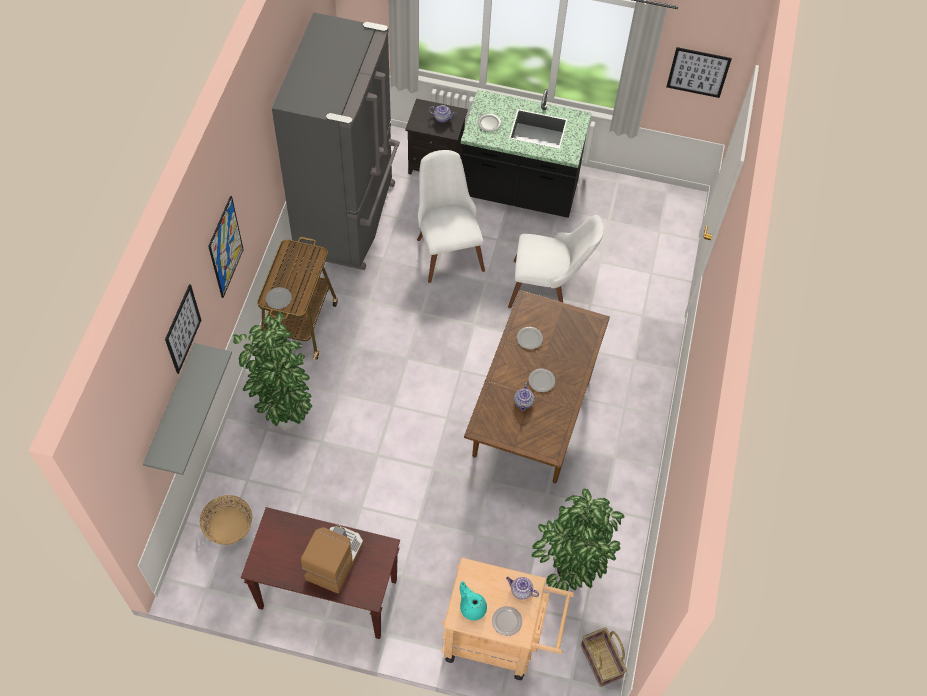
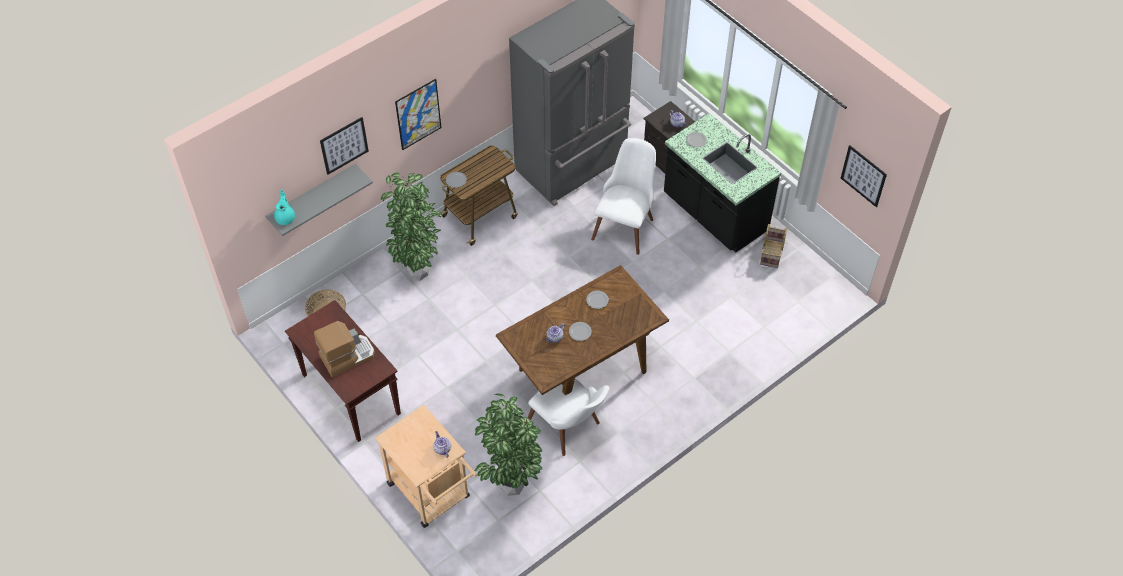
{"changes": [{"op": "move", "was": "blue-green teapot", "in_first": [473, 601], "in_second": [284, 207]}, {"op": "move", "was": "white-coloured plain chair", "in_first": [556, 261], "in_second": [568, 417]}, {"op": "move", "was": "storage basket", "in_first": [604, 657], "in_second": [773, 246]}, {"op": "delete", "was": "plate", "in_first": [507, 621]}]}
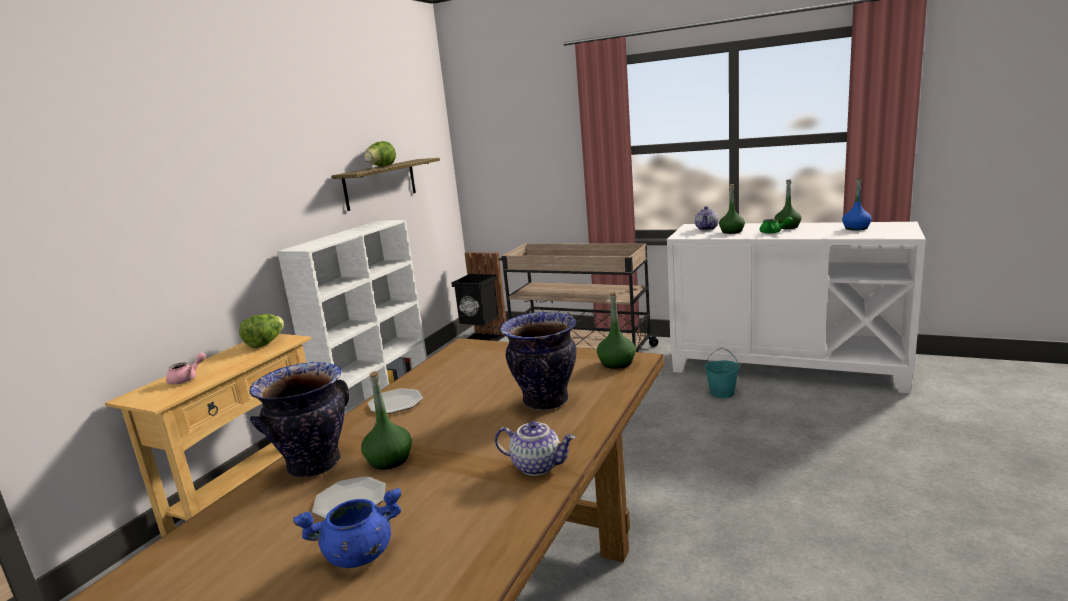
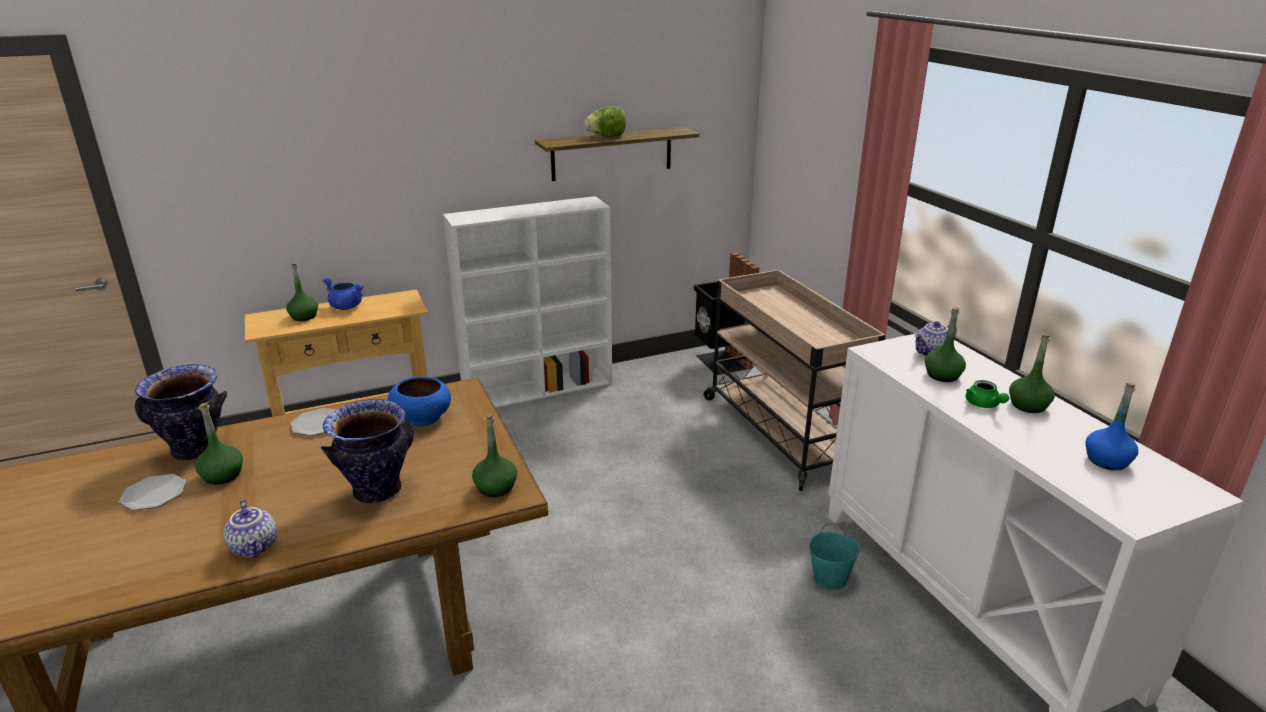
{"changes": [{"op": "replace", "was": "pink teapot", "now": "greenish drink bottle", "in_first": [186, 368], "in_second": [302, 292]}, {"op": "move", "was": "blue-coloured stockpot", "in_first": [347, 528], "in_second": [343, 294]}, {"op": "insert", "now": "blue-coloured serving bowl", "in_second": [419, 401]}, {"op": "delete", "was": "lettuce", "in_first": [261, 331]}]}
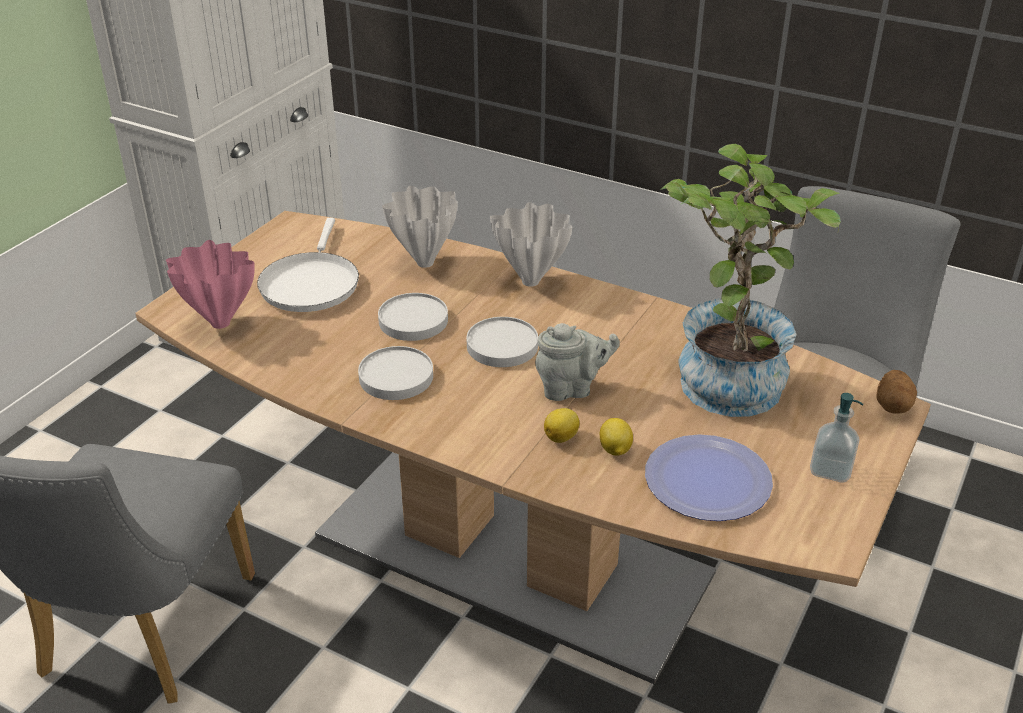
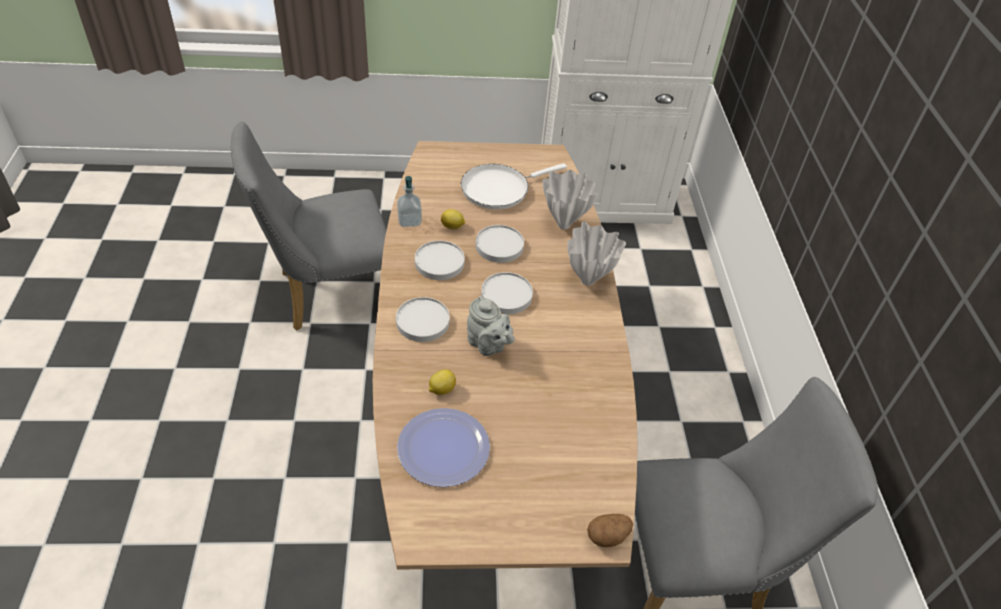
{"changes": [{"op": "insert", "now": "white-coloured plate", "in_second": [423, 319]}, {"op": "move", "was": "soap dispenser", "in_first": [836, 438], "in_second": [409, 201]}, {"op": "move", "was": "whole lemon", "in_first": [562, 425], "in_second": [453, 219]}, {"op": "delete", "was": "pink flower vase", "in_first": [210, 284]}, {"op": "delete", "was": "potted plant", "in_first": [750, 280]}]}
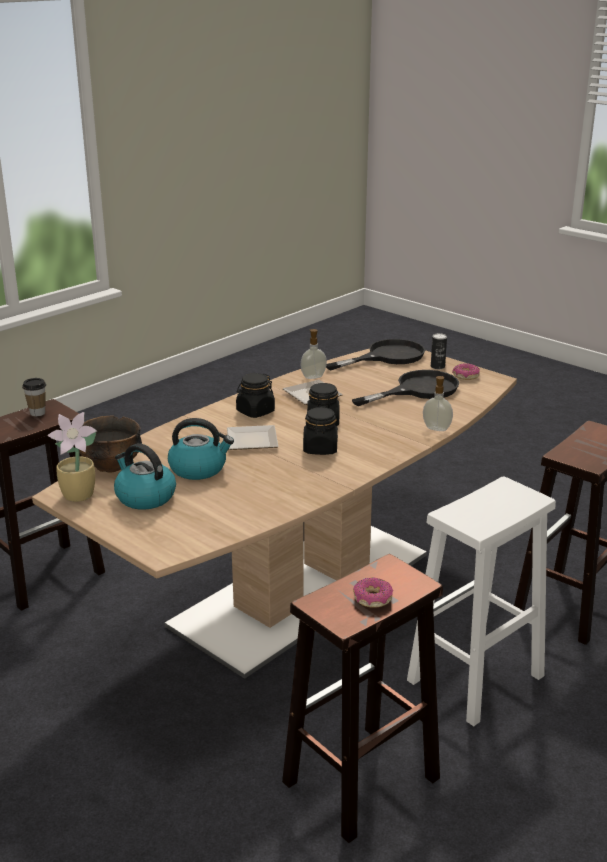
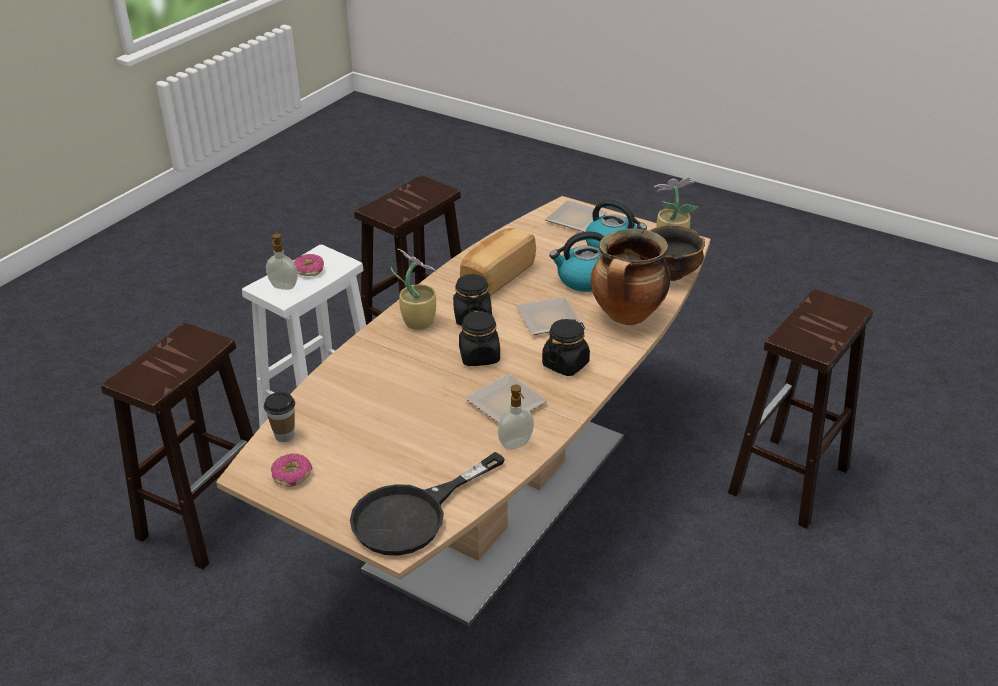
{"changes": [{"op": "move", "was": "cup", "in_first": [34, 397], "in_second": [279, 417]}, {"op": "move", "was": "soap dispenser", "in_first": [438, 403], "in_second": [282, 262]}, {"op": "move", "was": "ring doughnut", "in_first": [373, 593], "in_second": [309, 265]}, {"op": "insert", "now": "potted plant", "in_second": [414, 289]}, {"op": "insert", "now": "bread", "in_second": [498, 262]}, {"op": "insert", "now": "plate", "in_second": [576, 216]}, {"op": "insert", "now": "stockpot", "in_second": [630, 277]}, {"op": "delete", "was": "blackish frying pan", "in_first": [405, 388]}, {"op": "delete", "was": "can", "in_first": [439, 351]}]}
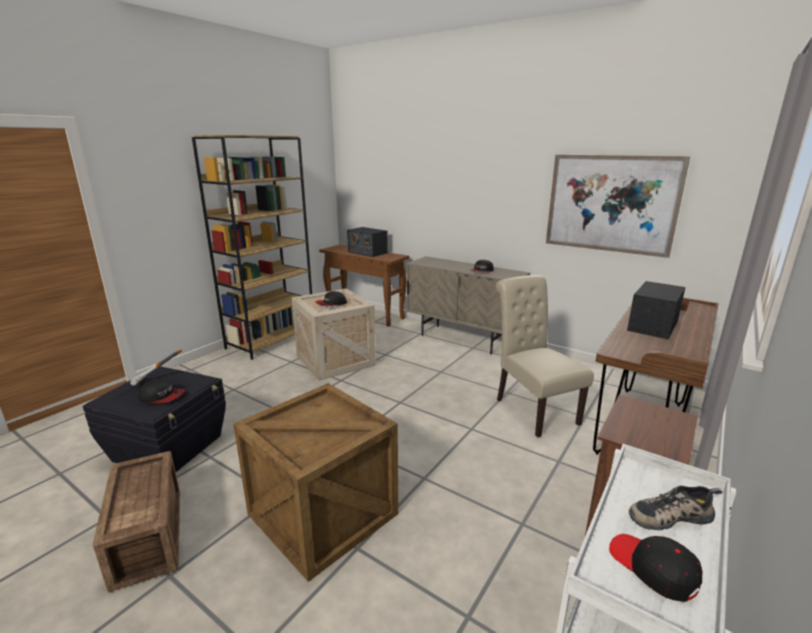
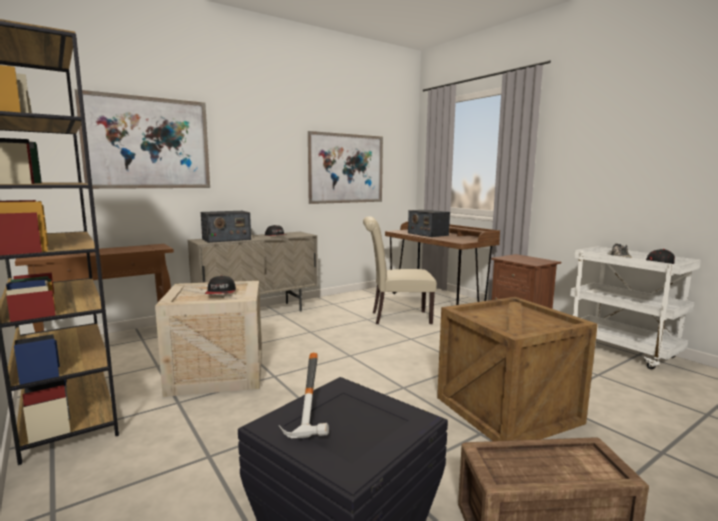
{"changes": [{"op": "insert", "now": "wall art", "in_second": [142, 139]}, {"op": "move", "was": "radio receiver", "in_first": [367, 242], "in_second": [226, 227]}, {"op": "delete", "was": "cap", "in_first": [161, 391]}]}
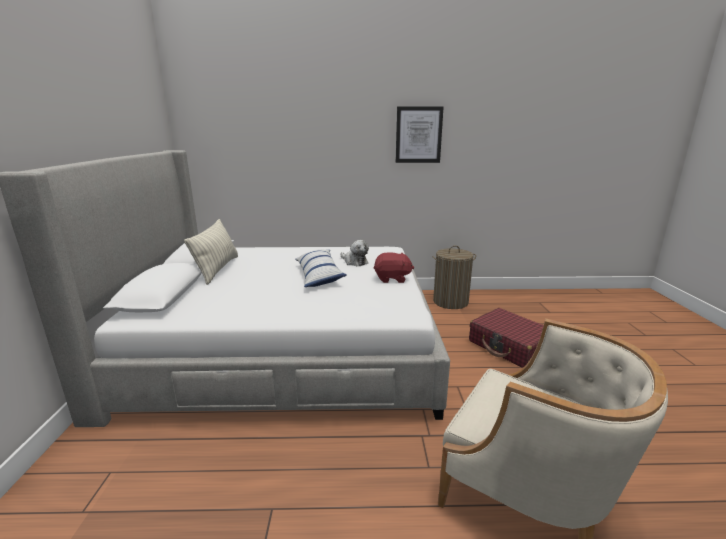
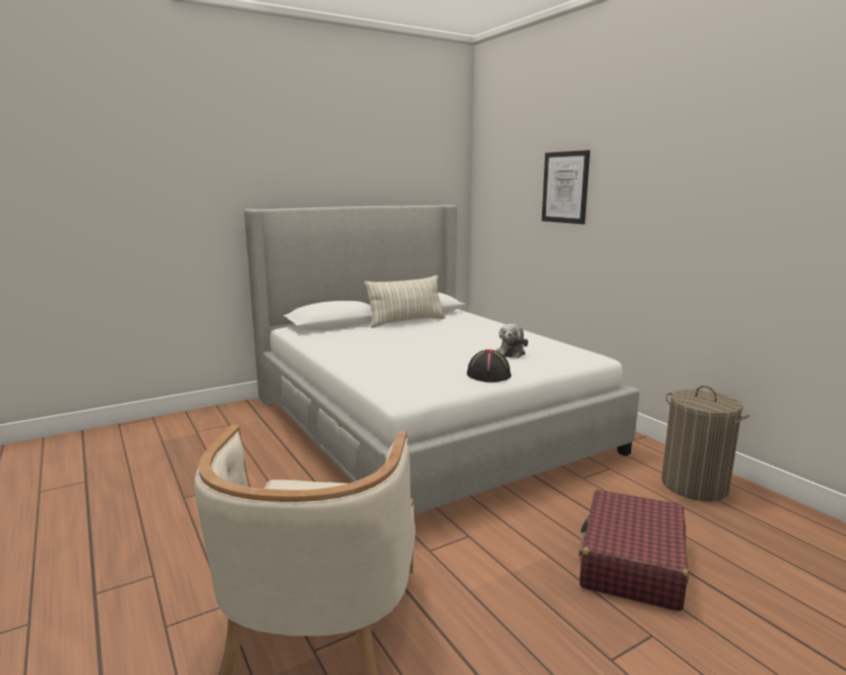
{"changes": [{"op": "replace", "was": "red-coloured plush toy", "now": "blackish hat", "in_first": [394, 267], "in_second": [489, 365]}, {"op": "move", "was": "wall art", "in_first": [420, 134], "in_second": [566, 187]}, {"op": "delete", "was": "throw pillow", "in_first": [321, 268]}]}
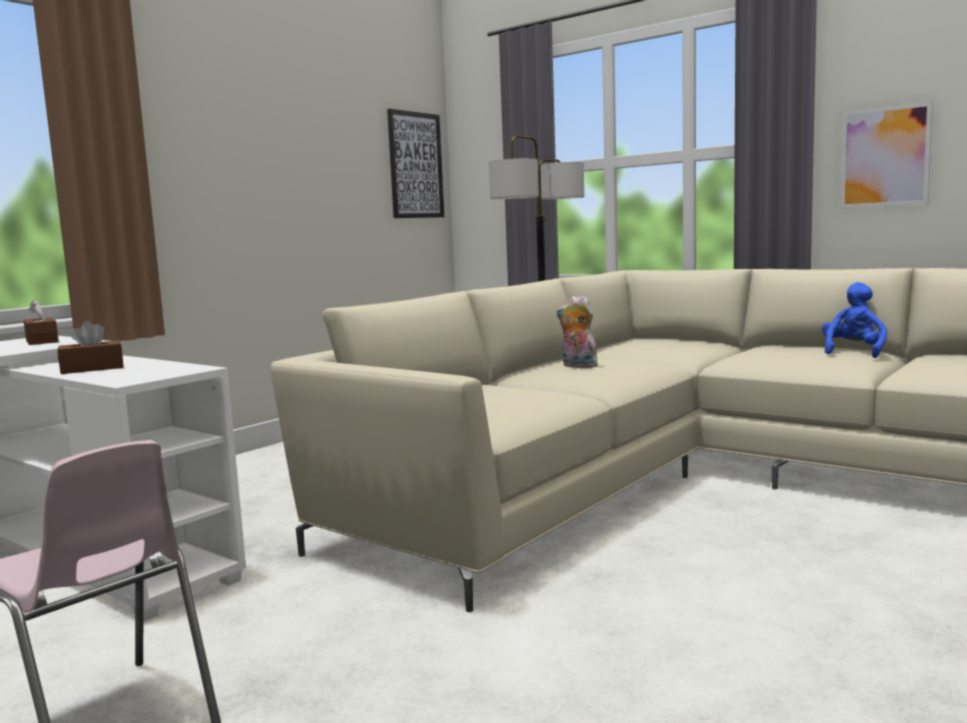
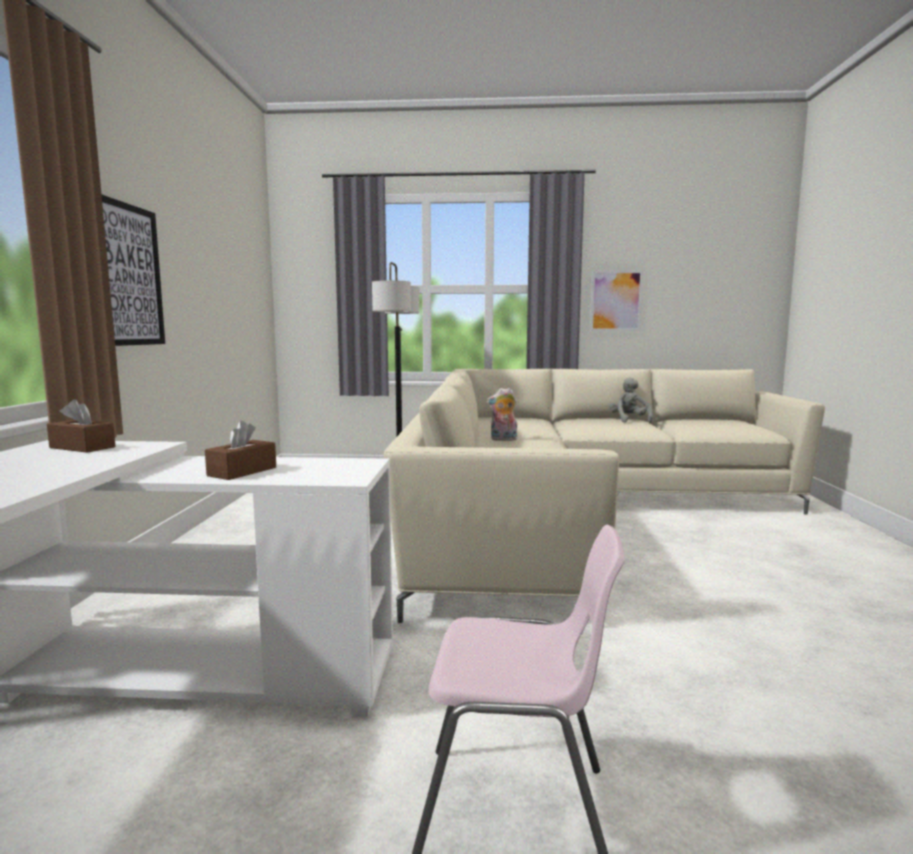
{"changes": [{"op": "move", "was": "wall art", "in_first": [415, 163], "in_second": [133, 270]}, {"op": "recolor", "was": "blue-coloured plush toy", "now": "gray plush toy", "in_first": [854, 320], "in_second": [631, 400]}]}
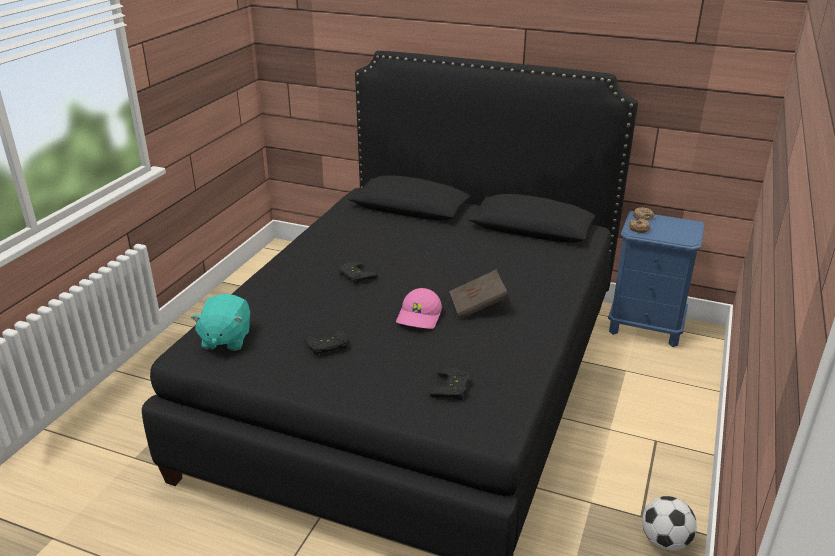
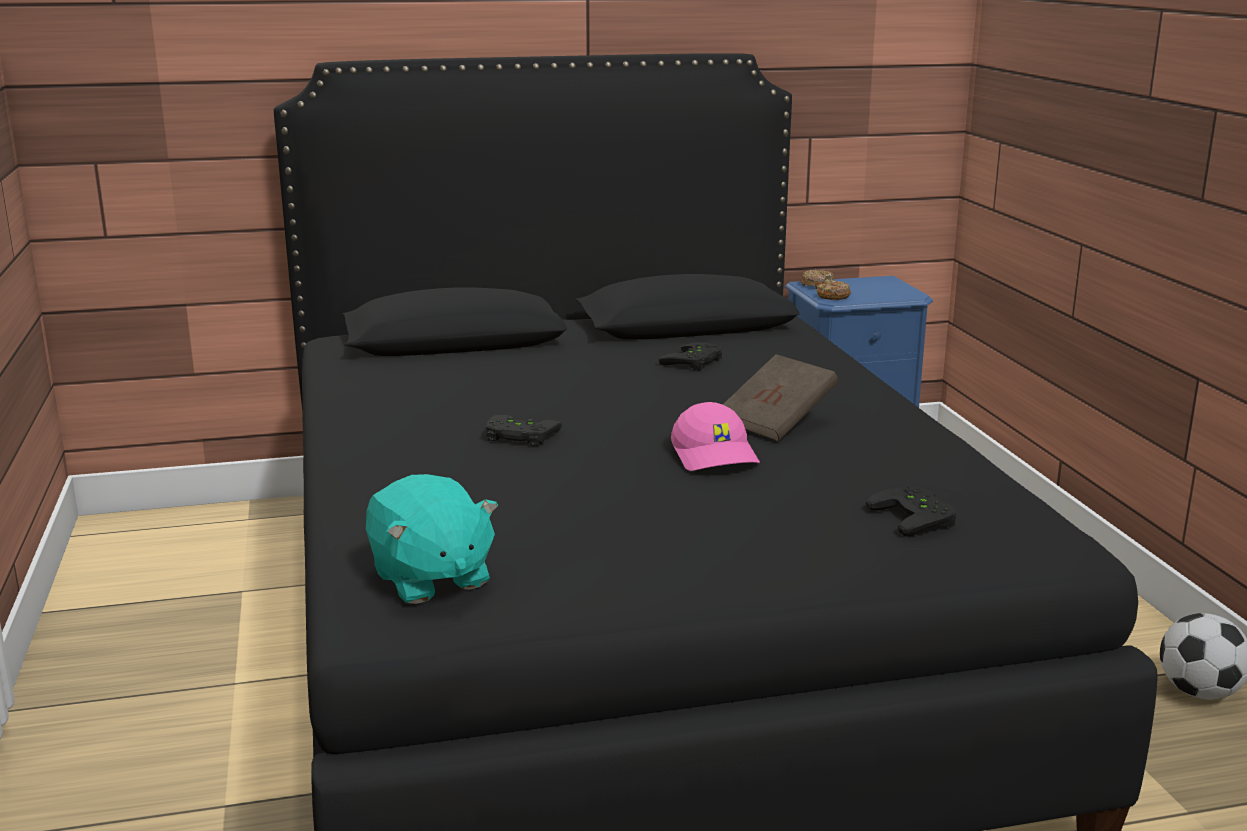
{"changes": [{"op": "move", "was": "blackish game controller", "in_first": [325, 342], "in_second": [690, 356]}]}
